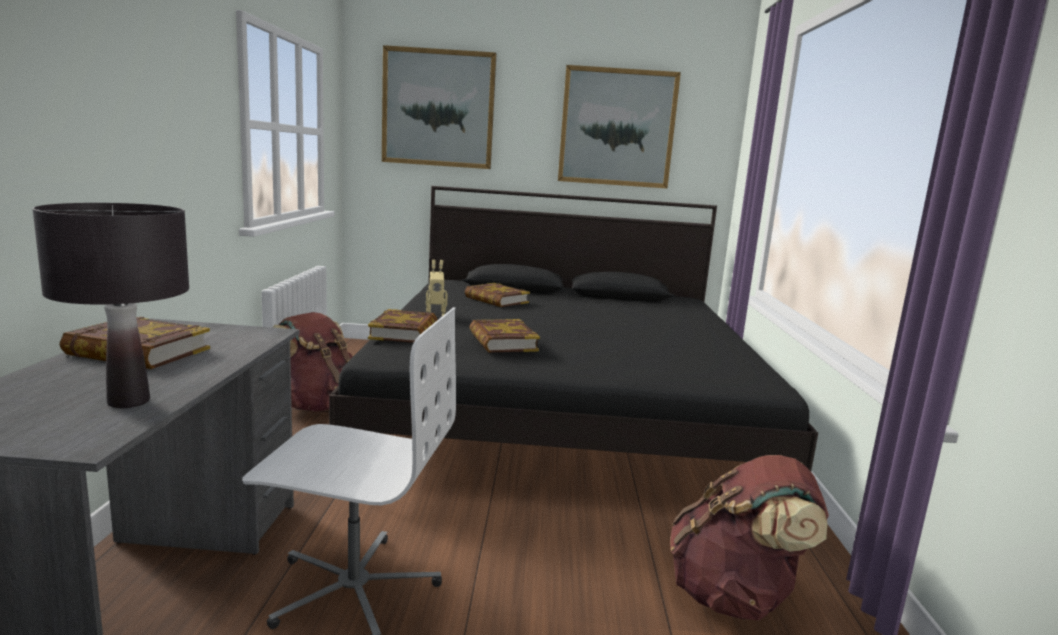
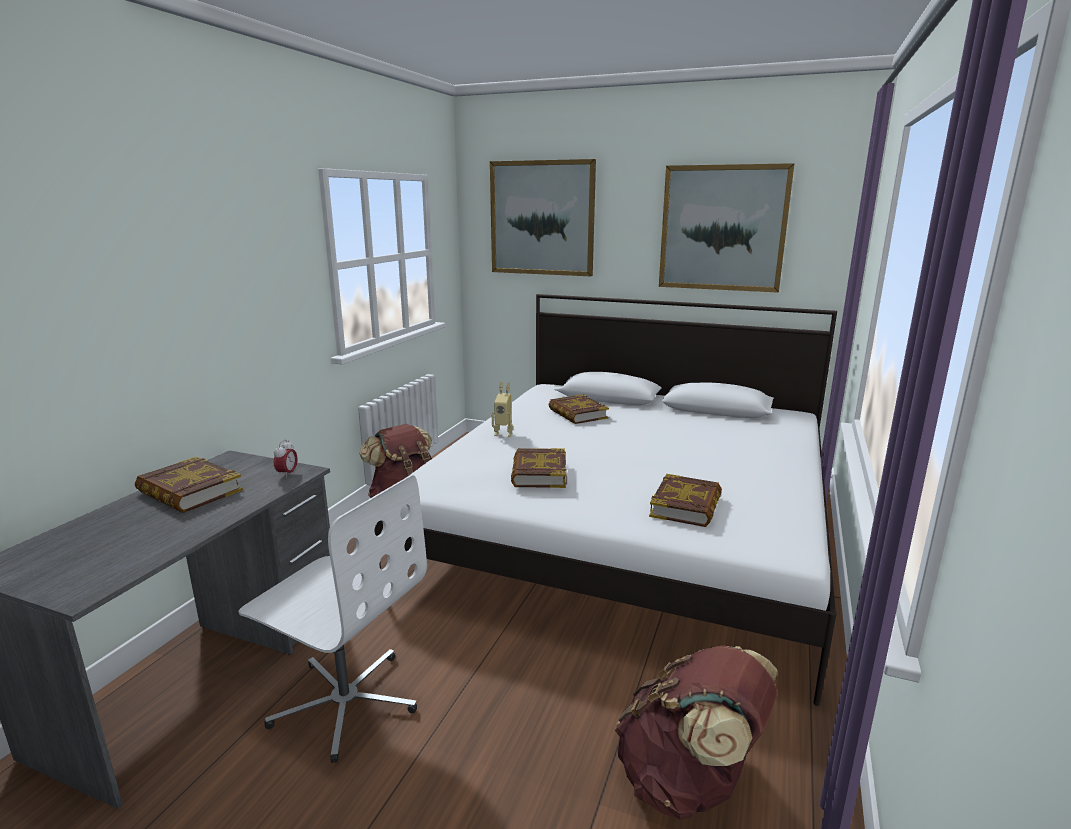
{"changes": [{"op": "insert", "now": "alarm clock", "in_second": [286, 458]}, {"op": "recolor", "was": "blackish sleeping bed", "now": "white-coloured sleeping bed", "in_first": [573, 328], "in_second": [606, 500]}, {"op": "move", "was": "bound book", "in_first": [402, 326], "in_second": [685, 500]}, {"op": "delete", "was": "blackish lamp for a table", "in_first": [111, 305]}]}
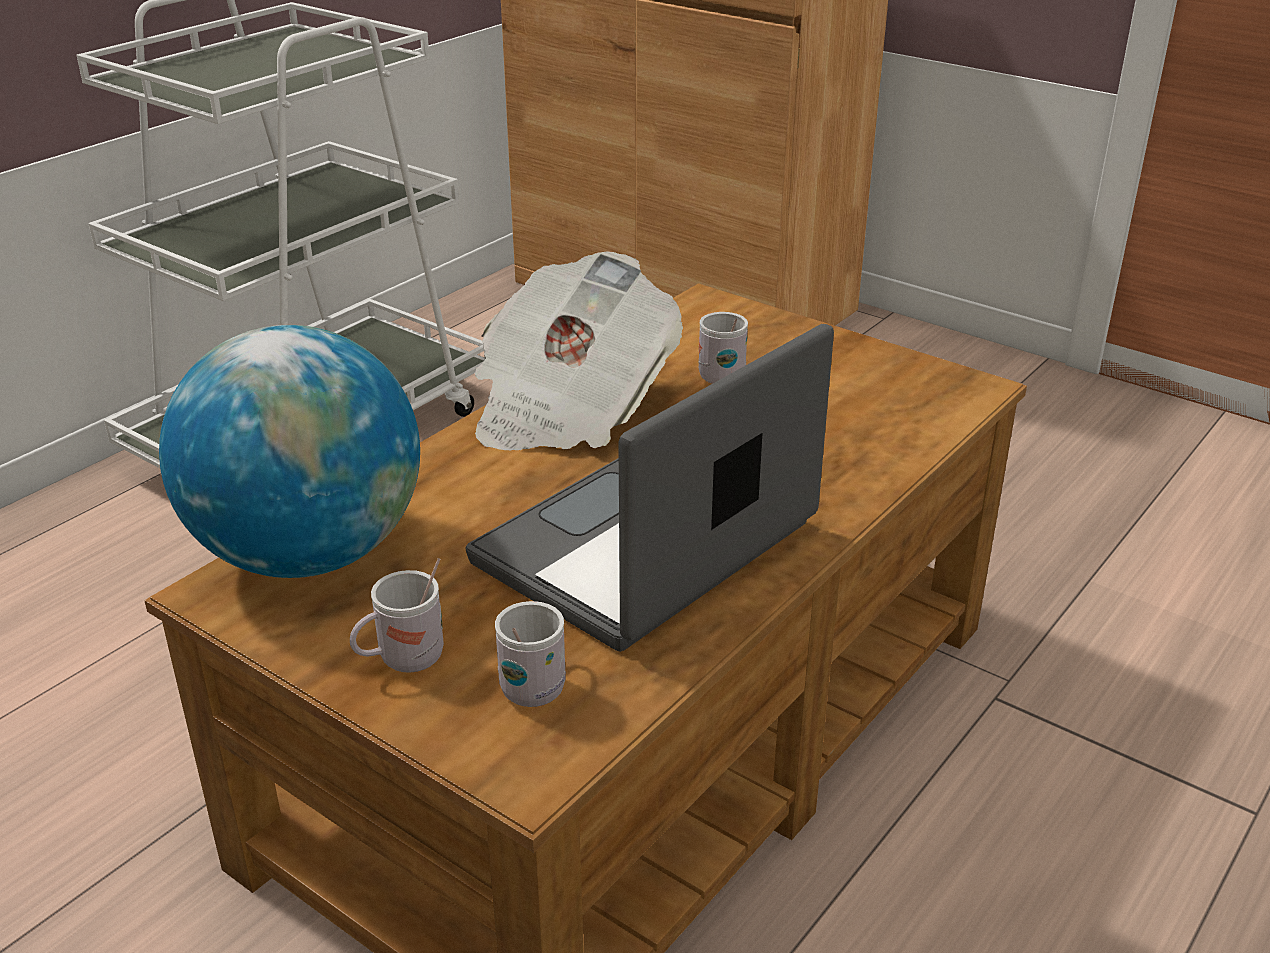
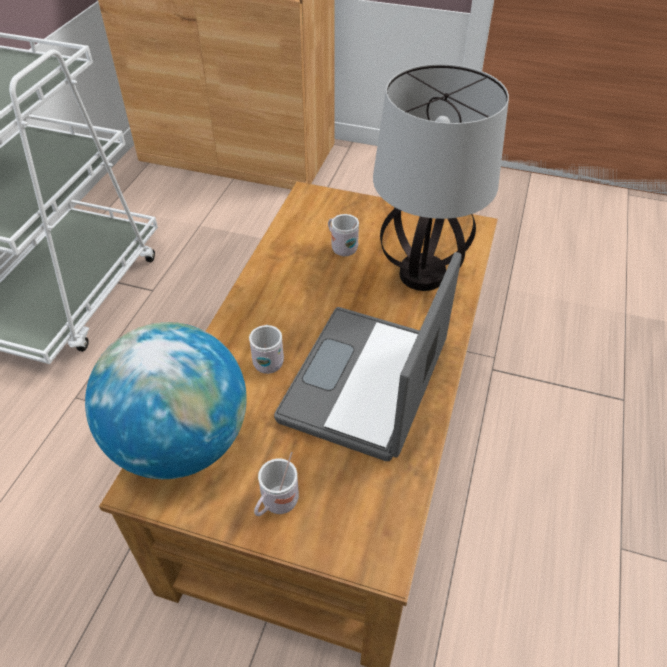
{"changes": [{"op": "move", "was": "white-coloured coffee mug", "in_first": [530, 654], "in_second": [266, 349]}, {"op": "insert", "now": "lamp for a table", "in_second": [441, 177]}, {"op": "delete", "was": "daily paper", "in_first": [578, 351]}]}
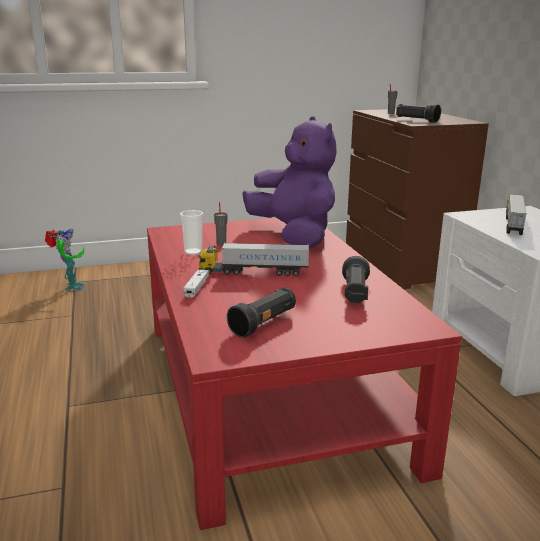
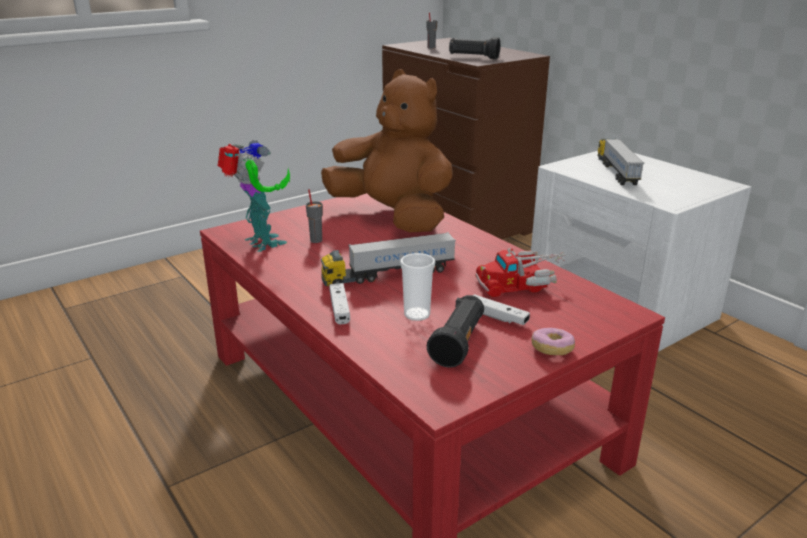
{"changes": [{"op": "move", "was": "toy robot", "in_first": [65, 260], "in_second": [254, 196]}, {"op": "recolor", "was": "purplish plush toy", "now": "brown-coloured plush toy", "in_first": [289, 182], "in_second": [387, 150]}, {"op": "move", "was": "cup", "in_first": [191, 232], "in_second": [417, 287]}, {"op": "insert", "now": "white-coloured game controller", "in_second": [501, 309]}, {"op": "replace", "was": "blackish flashlight", "now": "toy truck", "in_first": [356, 279], "in_second": [521, 272]}, {"op": "insert", "now": "ring doughnut", "in_second": [553, 341]}]}
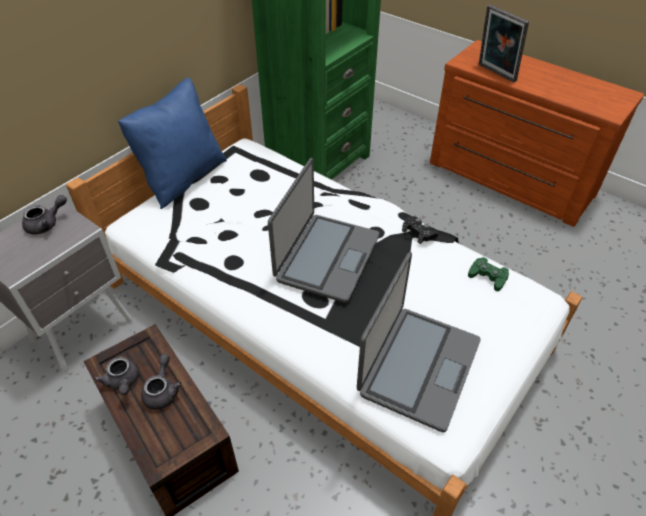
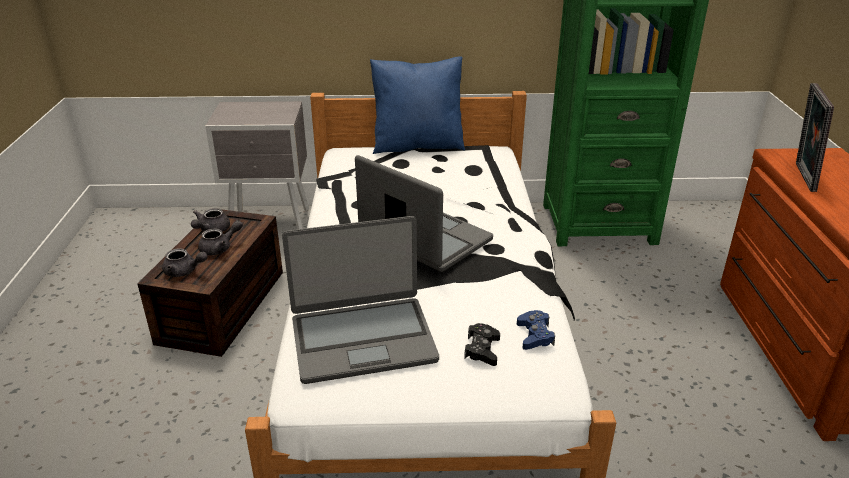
{"changes": [{"op": "move", "was": "gray teapot", "in_first": [44, 215], "in_second": [185, 262]}, {"op": "rotate", "was": "portable computer", "in_first": [323, 230], "in_second": [424, 213], "clockwise": -120}, {"op": "move", "was": "blackish game controller", "in_first": [420, 230], "in_second": [482, 344]}, {"op": "recolor", "was": "greenish game controller", "now": "blue-coloured game controller", "in_first": [488, 274], "in_second": [536, 330]}]}
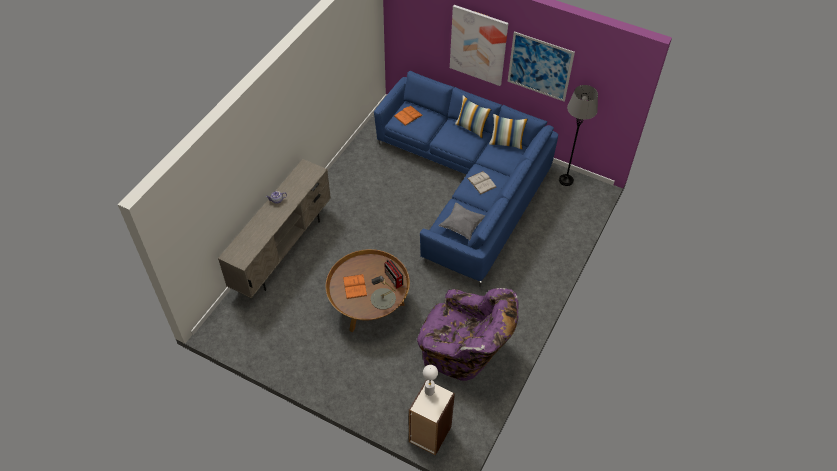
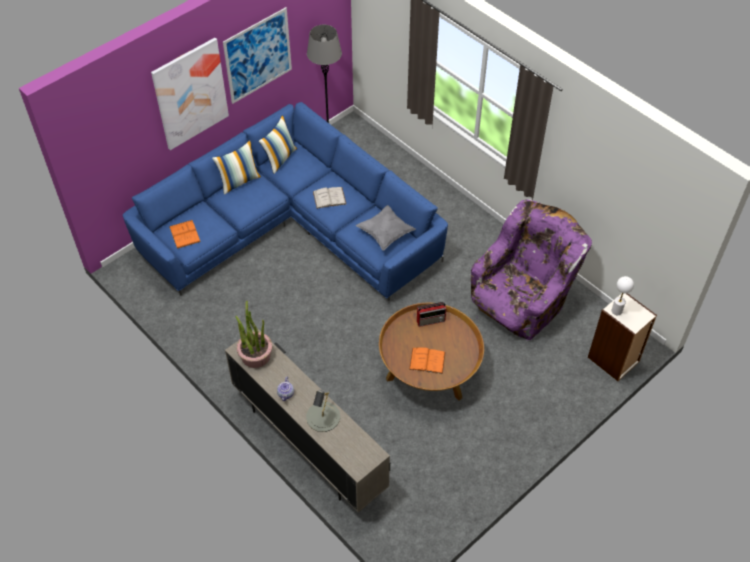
{"changes": [{"op": "insert", "now": "potted plant", "in_second": [253, 334]}, {"op": "move", "was": "gray lamp for a table", "in_first": [383, 293], "in_second": [323, 411]}]}
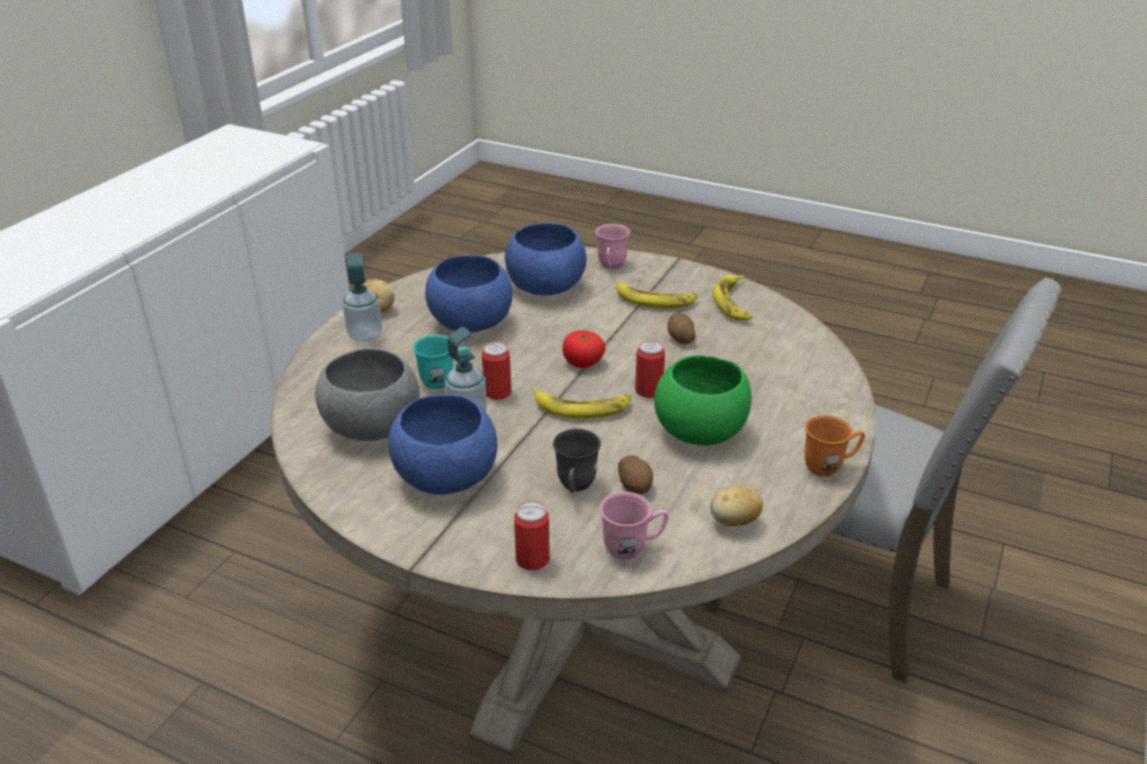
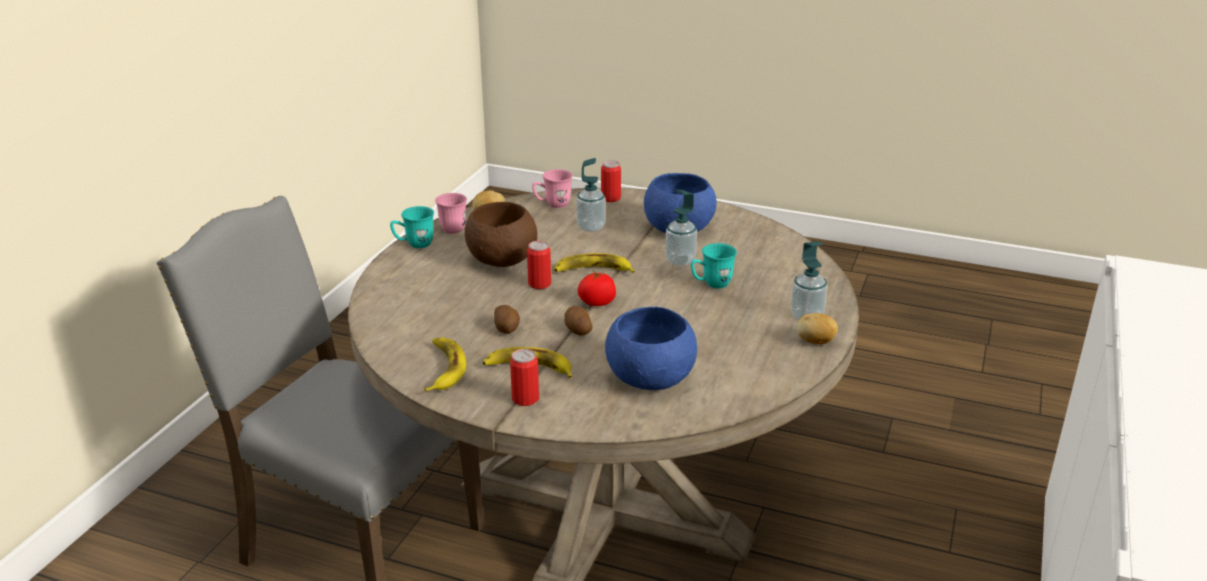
{"changes": [{"op": "recolor", "was": "orange-coloured coffee mug", "now": "blue-green coffee mug", "in_first": [835, 446], "in_second": [412, 227]}, {"op": "move", "was": "pink coffee mug", "in_first": [612, 246], "in_second": [451, 213]}, {"op": "recolor", "was": "greenish serving bowl", "now": "brown-coloured serving bowl", "in_first": [702, 400], "in_second": [501, 234]}, {"op": "move", "was": "can", "in_first": [496, 371], "in_second": [524, 377]}, {"op": "move", "was": "spud", "in_first": [635, 475], "in_second": [578, 321]}, {"op": "replace", "was": "gray coffee mug", "now": "soap dispenser", "in_first": [577, 461], "in_second": [591, 195]}, {"op": "delete", "was": "gray serving bowl", "in_first": [367, 394]}, {"op": "delete", "was": "blue-coloured serving bowl", "in_first": [468, 294]}]}
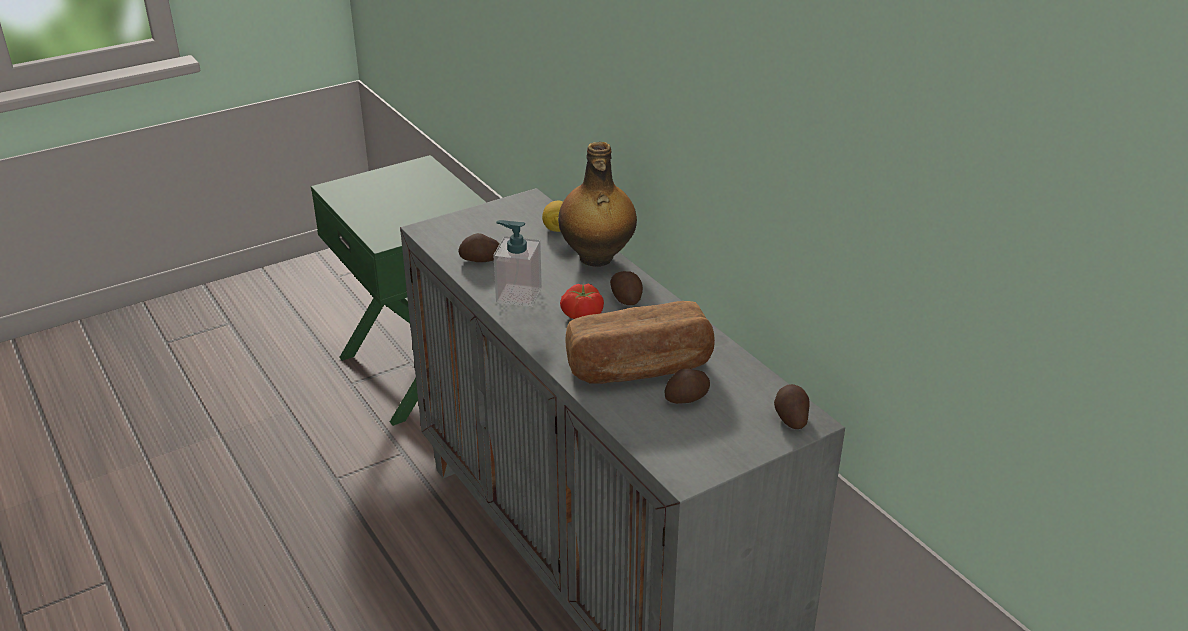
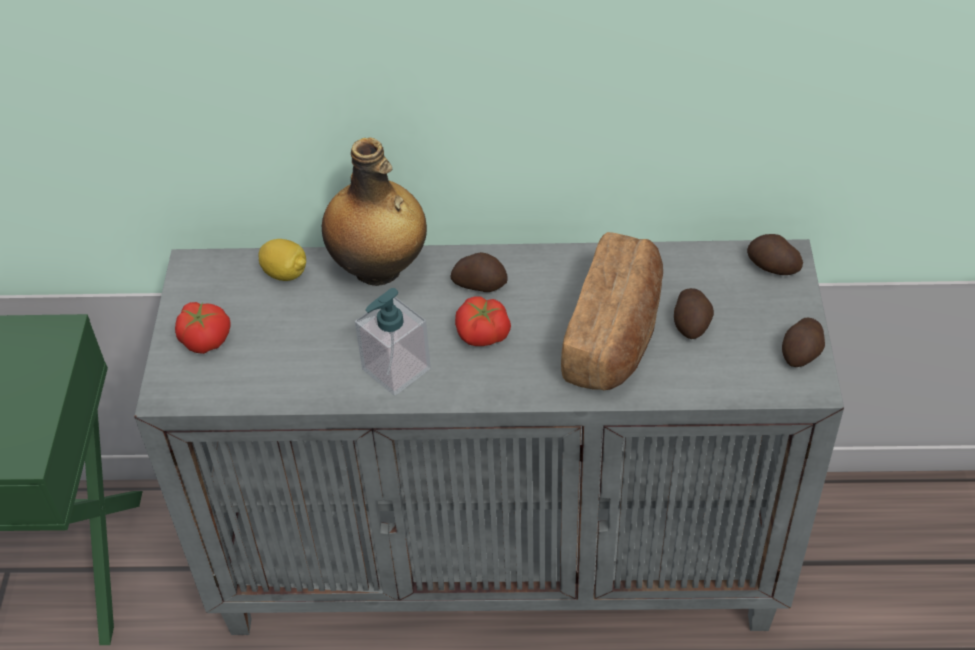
{"changes": [{"op": "insert", "now": "tomato", "in_second": [203, 328]}, {"op": "move", "was": "spud", "in_first": [478, 247], "in_second": [803, 342]}]}
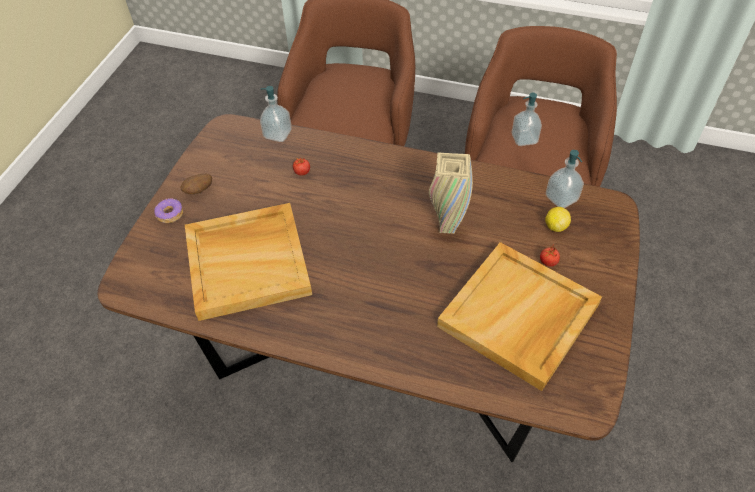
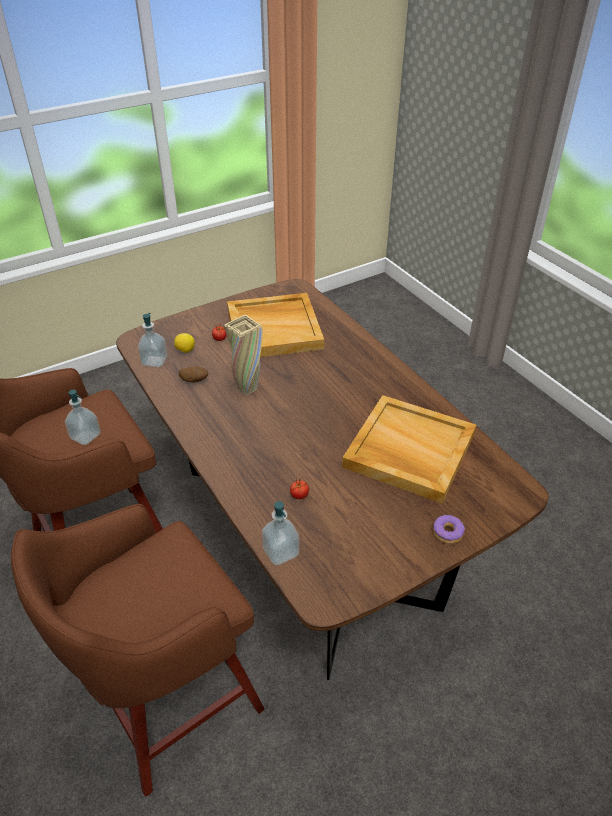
{"changes": [{"op": "move", "was": "spud", "in_first": [196, 184], "in_second": [193, 374]}]}
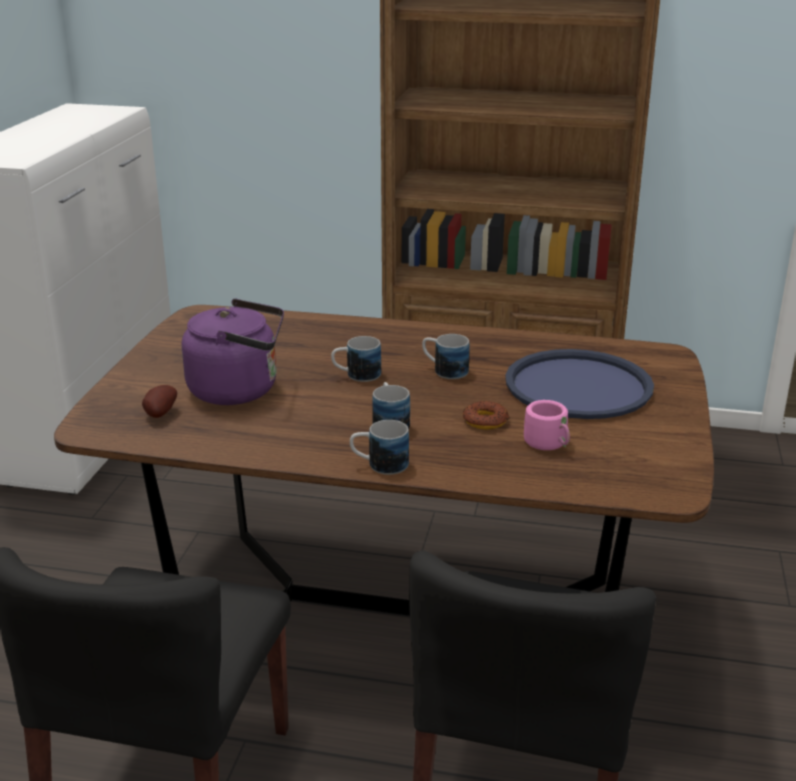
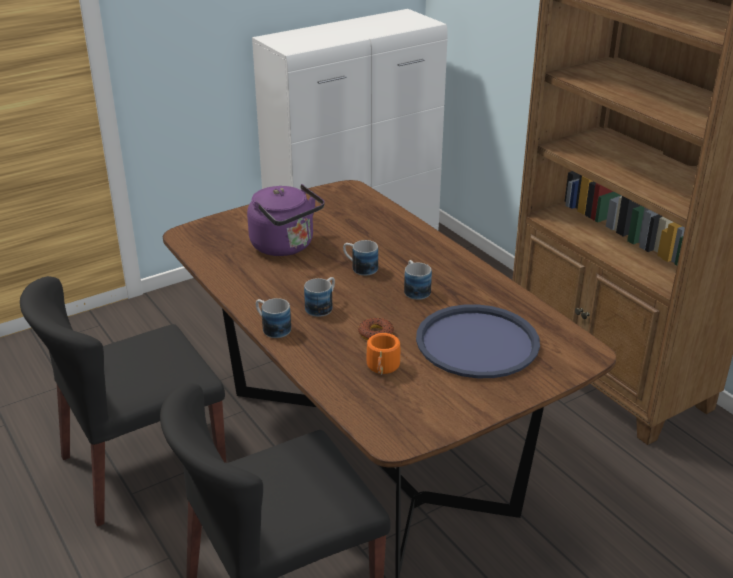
{"changes": [{"op": "recolor", "was": "pink coffee mug", "now": "orange-coloured coffee mug", "in_first": [547, 425], "in_second": [386, 354]}, {"op": "delete", "was": "spud", "in_first": [159, 401]}]}
